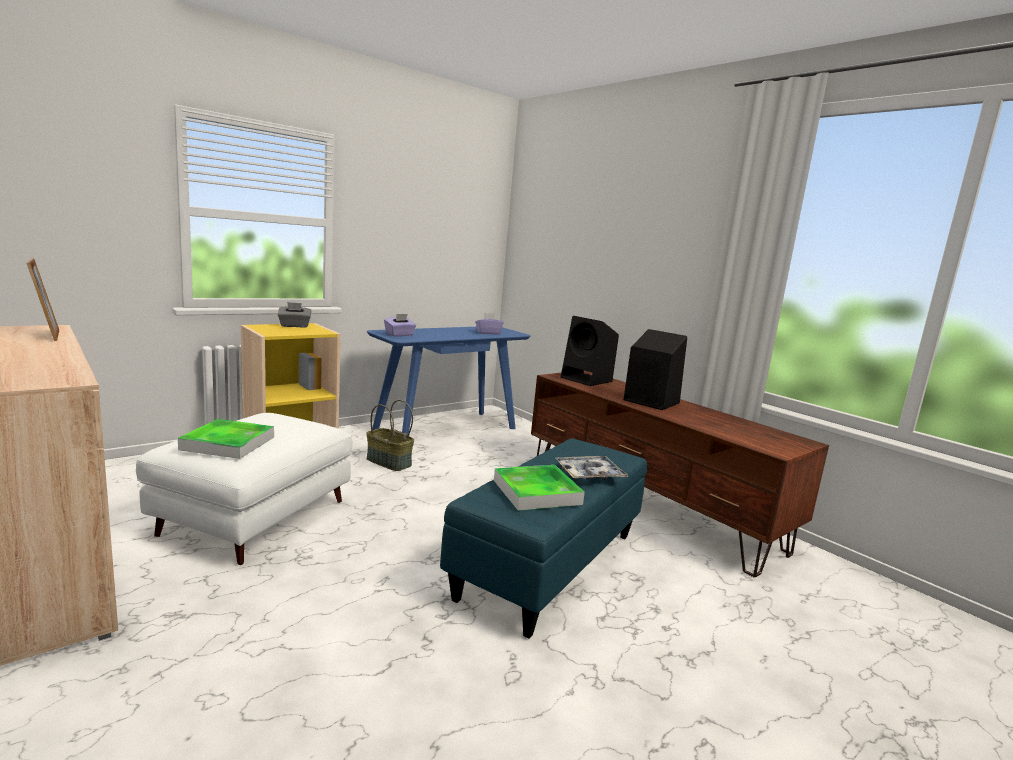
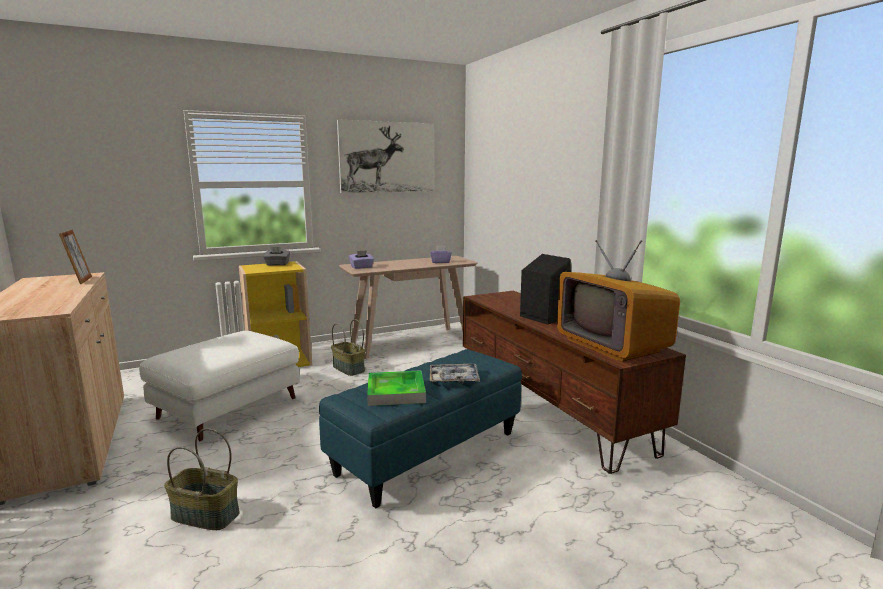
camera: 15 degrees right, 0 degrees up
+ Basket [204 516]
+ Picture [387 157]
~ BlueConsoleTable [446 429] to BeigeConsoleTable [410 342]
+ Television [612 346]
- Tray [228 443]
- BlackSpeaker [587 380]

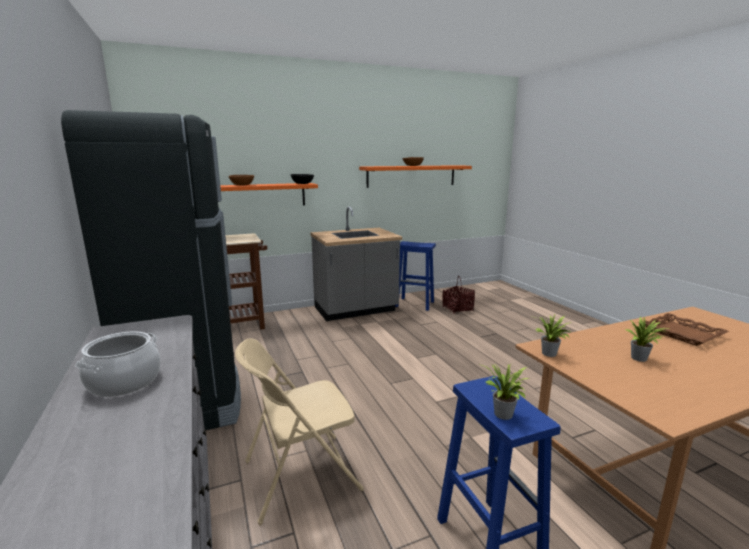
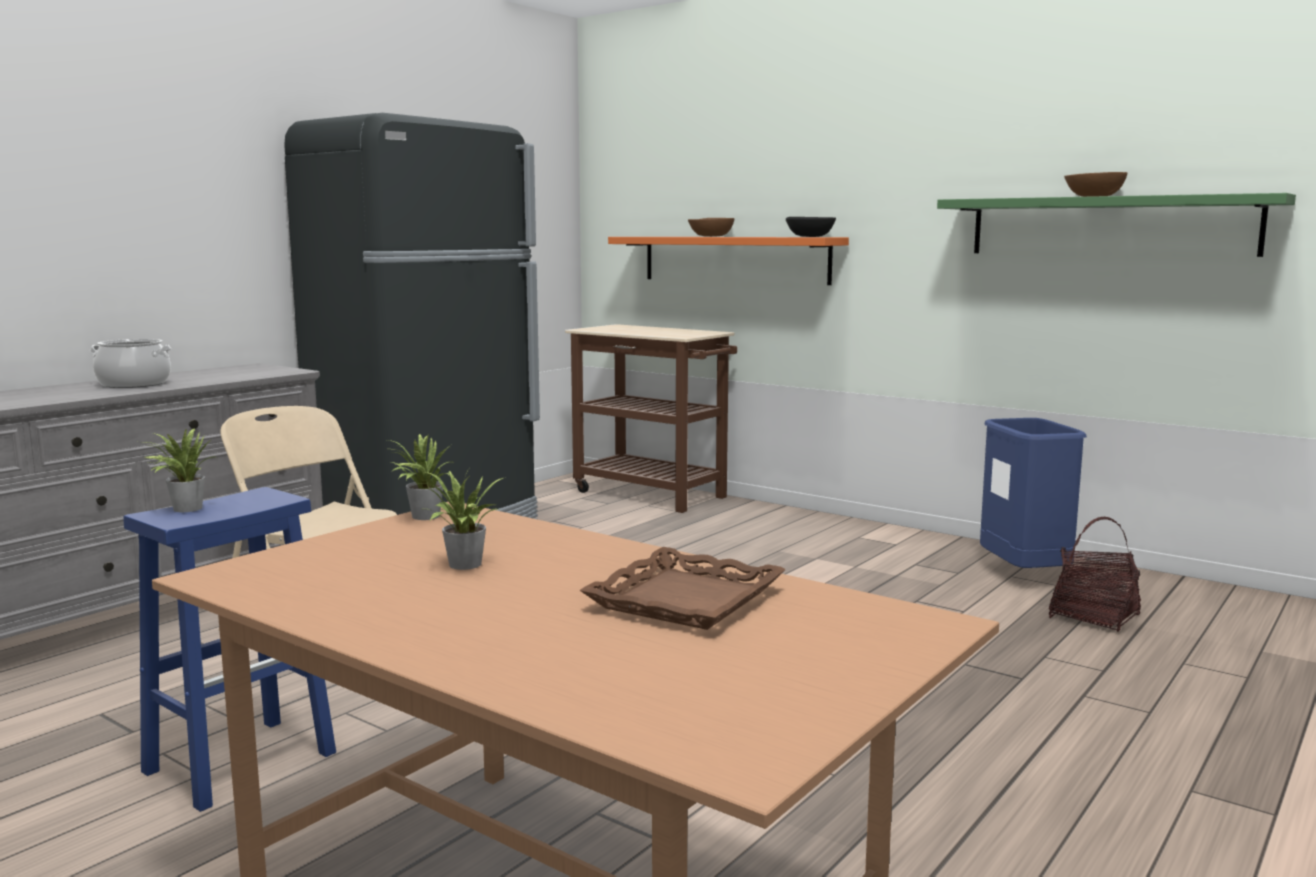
camera: 60 degrees right, 5 degrees down
~ OrangeShelf [411 176] to GreenShelf [1110 226]
~ BlueStool [415 304] to BlueTrashCan [1024 576]
- GreyCounter [356 310]

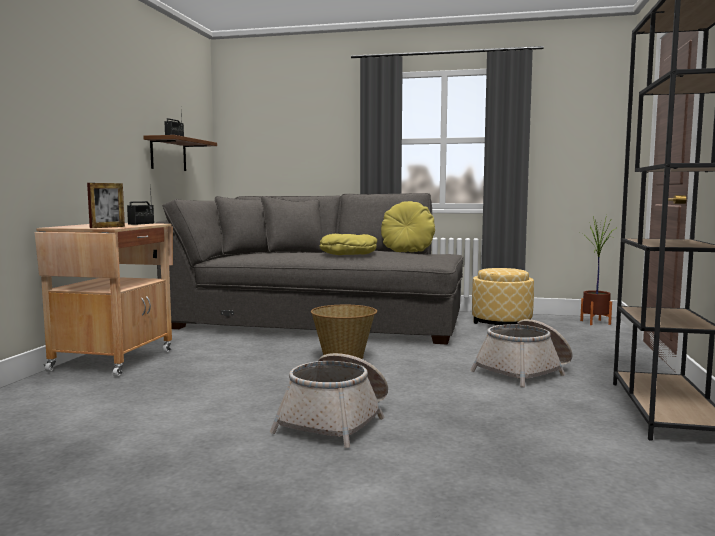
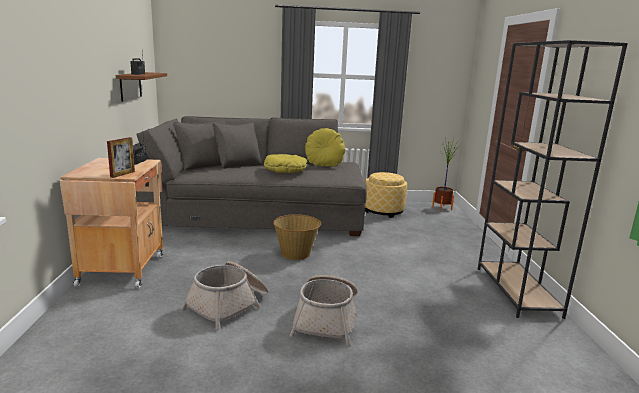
camera: 15 degrees left, 10 degrees up
~ Basket [525 371] to [229 305]

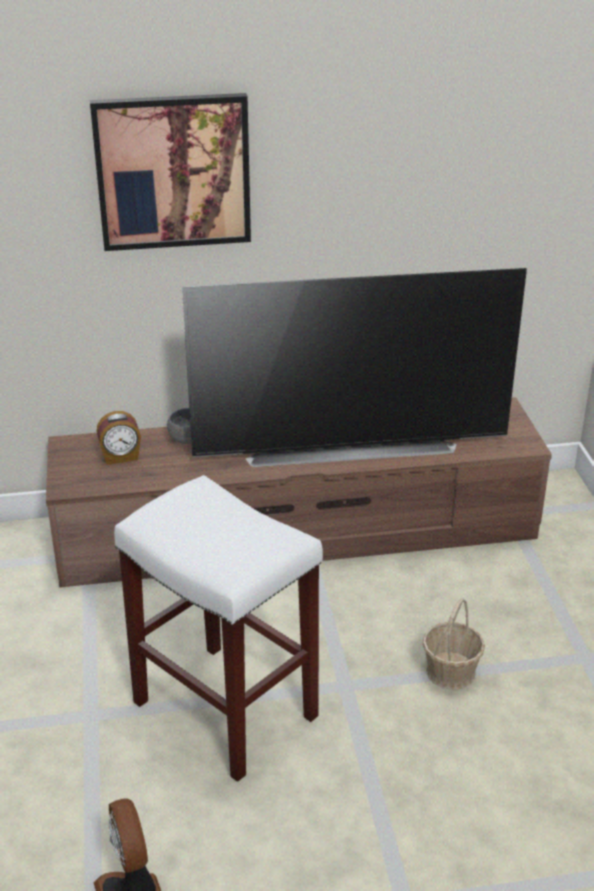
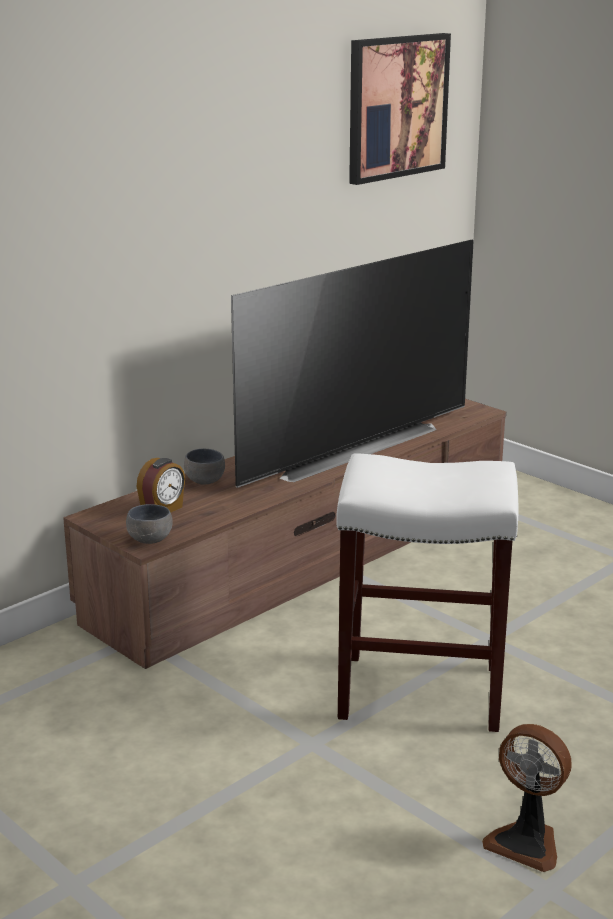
camera: 35 degrees left, 10 degrees down
+ GreyBowl [151 539]
~ Picture [173 172] to [396 107]
- Basket [451 671]

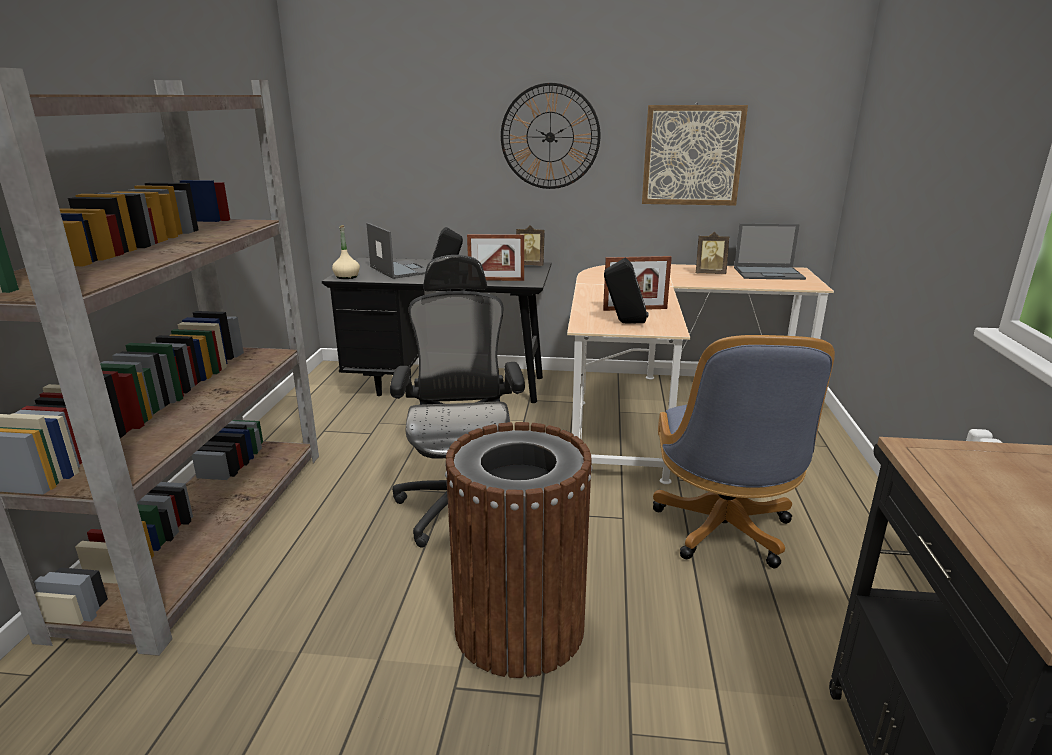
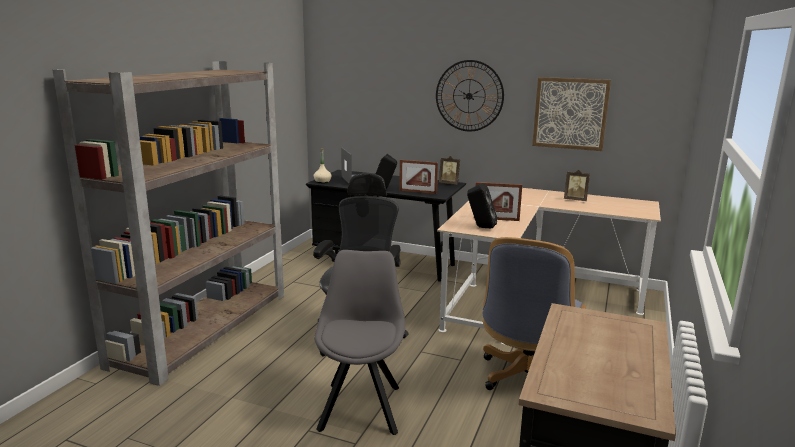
camera: 15 degrees right, 5 degrees down
~ BrownTrashCan [519 626] to GreyChair [361 407]
- Laptop [769 273]

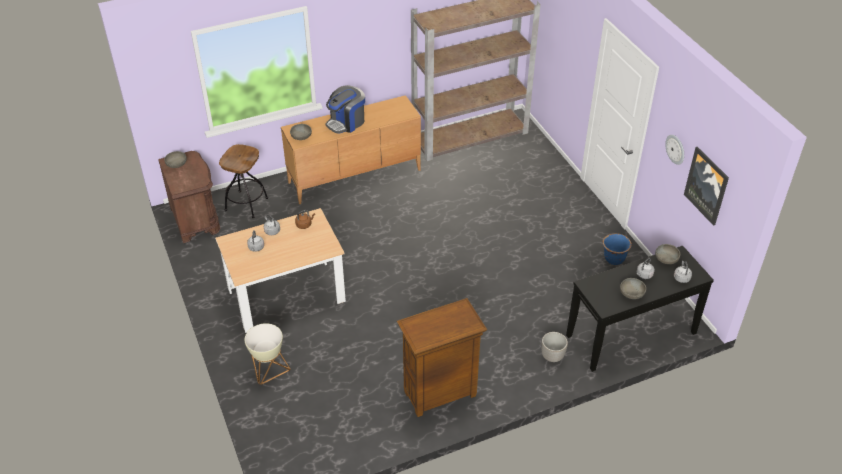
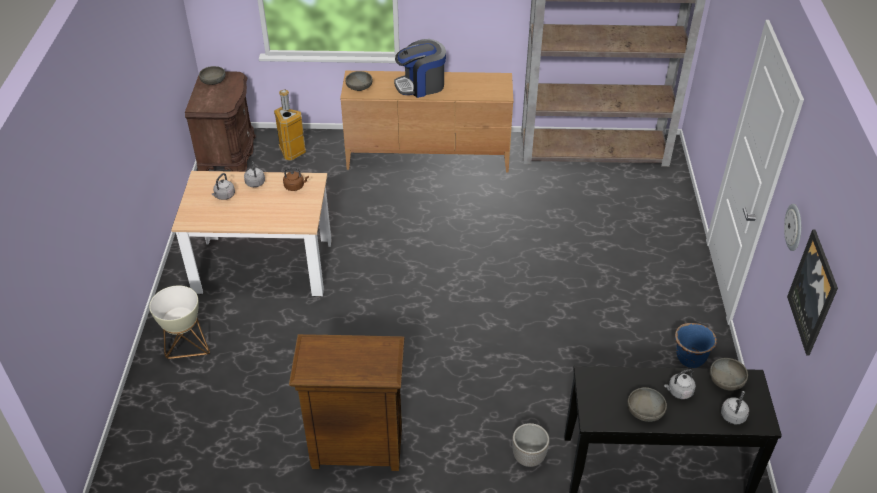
camera: 25 degrees right, 0 degrees up
~ BrownStool [246 204] to TrashCan [291 152]

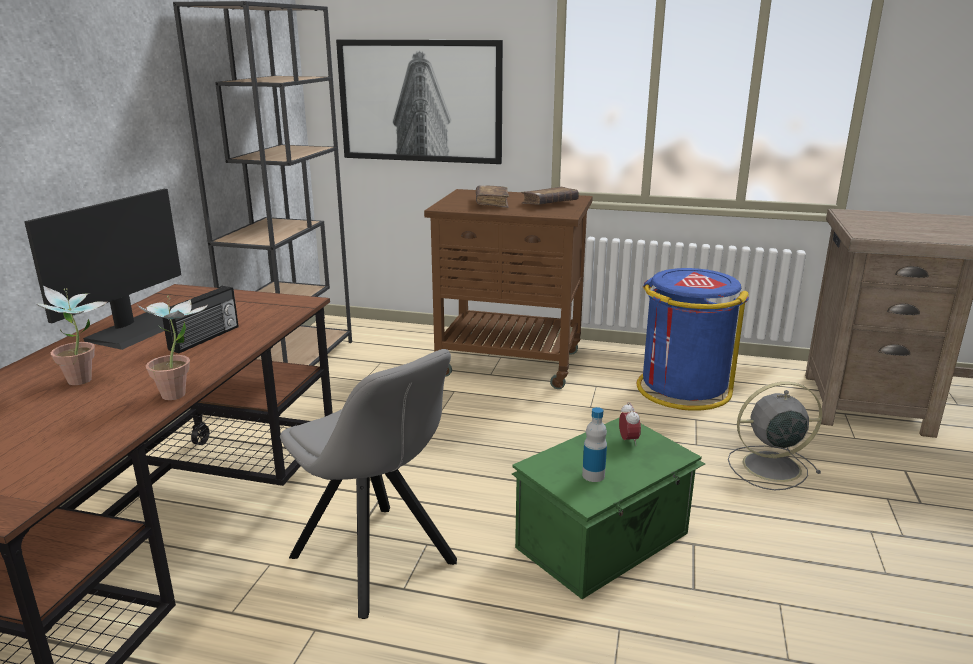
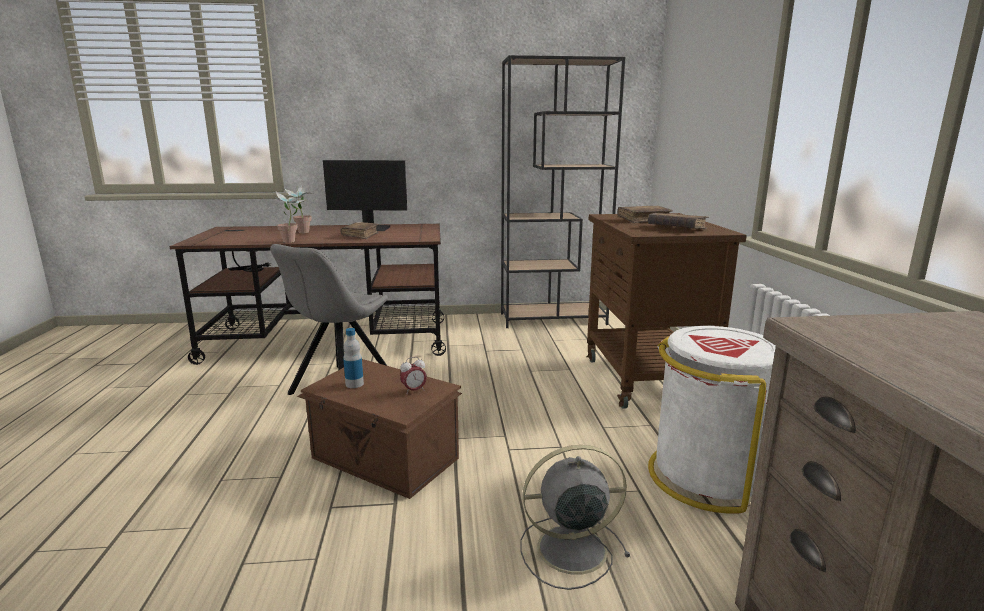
camera: 70 degrees right, 5 degrees down
~ GreenStorageBox [605 541] to BrownStorageBox [384 459]
~ Radio [205 338] to BrownBook [360 236]
~ GreyFan [768 467] = [568 549] 75 degrees counterclockwise
~ BlueTrashCan [682 389] to WhiteTrashCan [706 476]
- Picture [420 101]

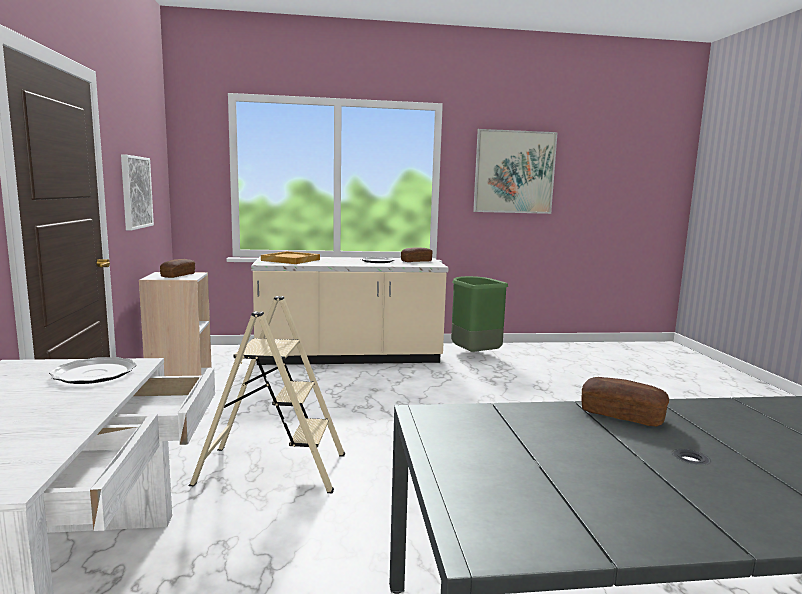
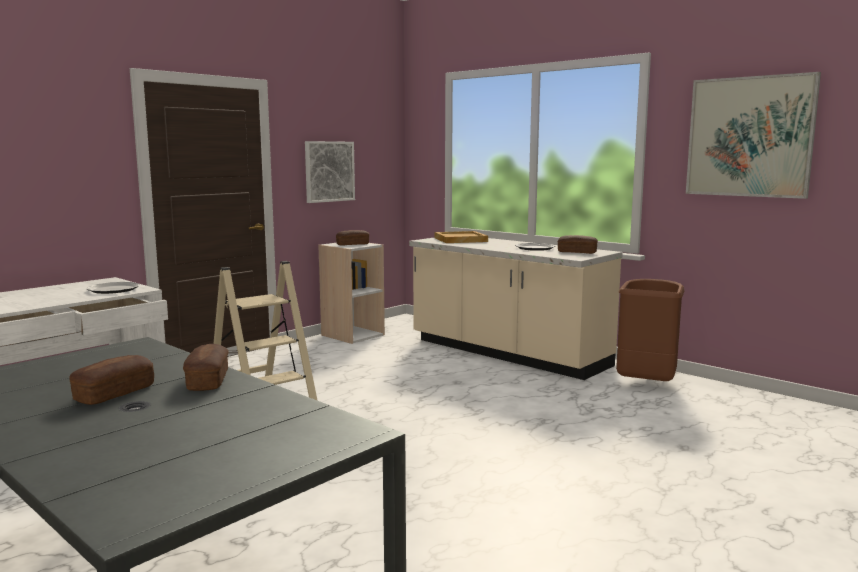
camera: 50 degrees right, 0 degrees up
+ Bread [114 393]
~ GreenTrashCan [473 355] to BrownTrashCan [646 384]

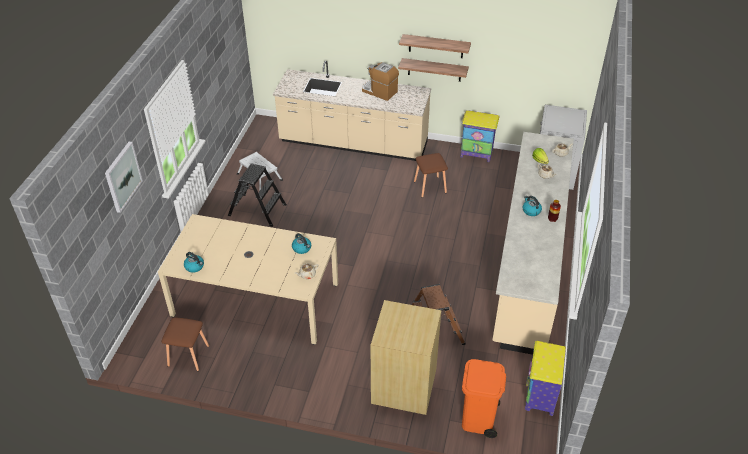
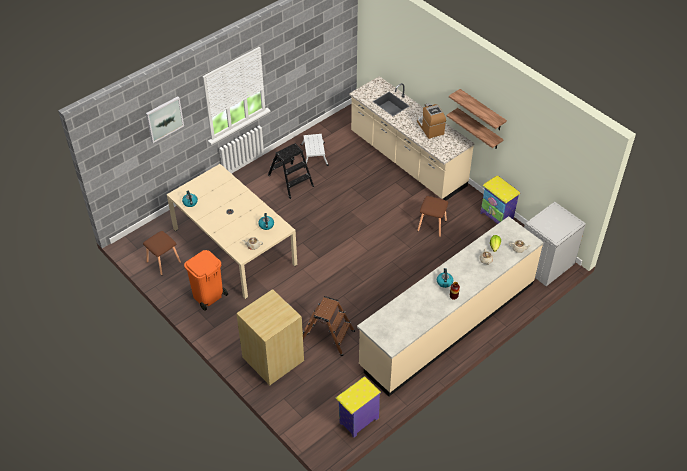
camera: 35 degrees right, 5 degrees up
~ OrangeTrashCan [478 419] to [208 296]

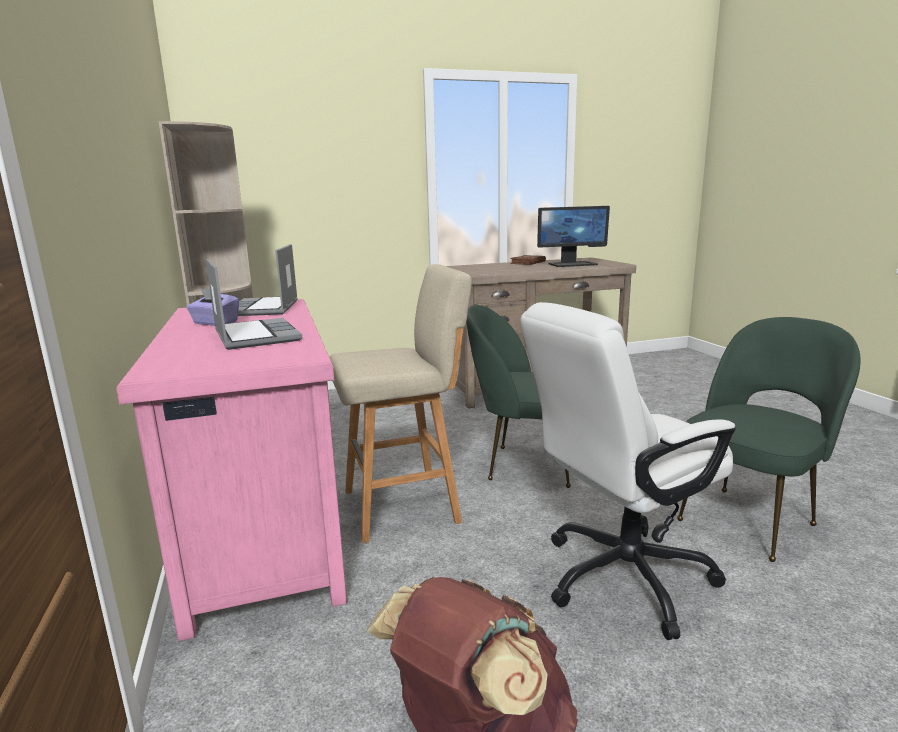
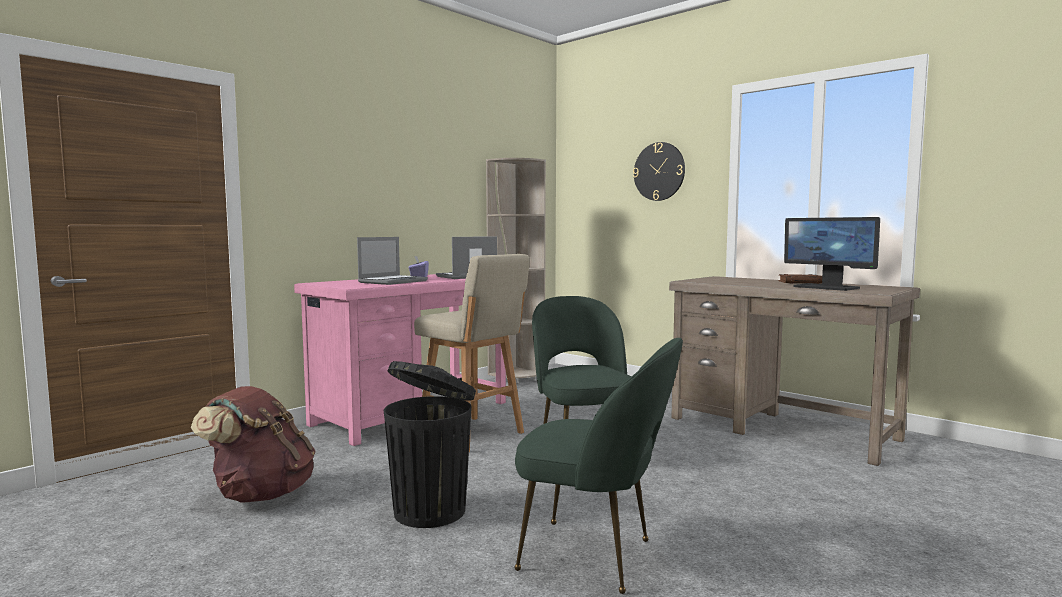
camera: 60 degrees right, 10 degrees down
~ WhiteOfficeChair [619 580] to BlackTrashCan [431 510]
+ WallClock [659 171]

